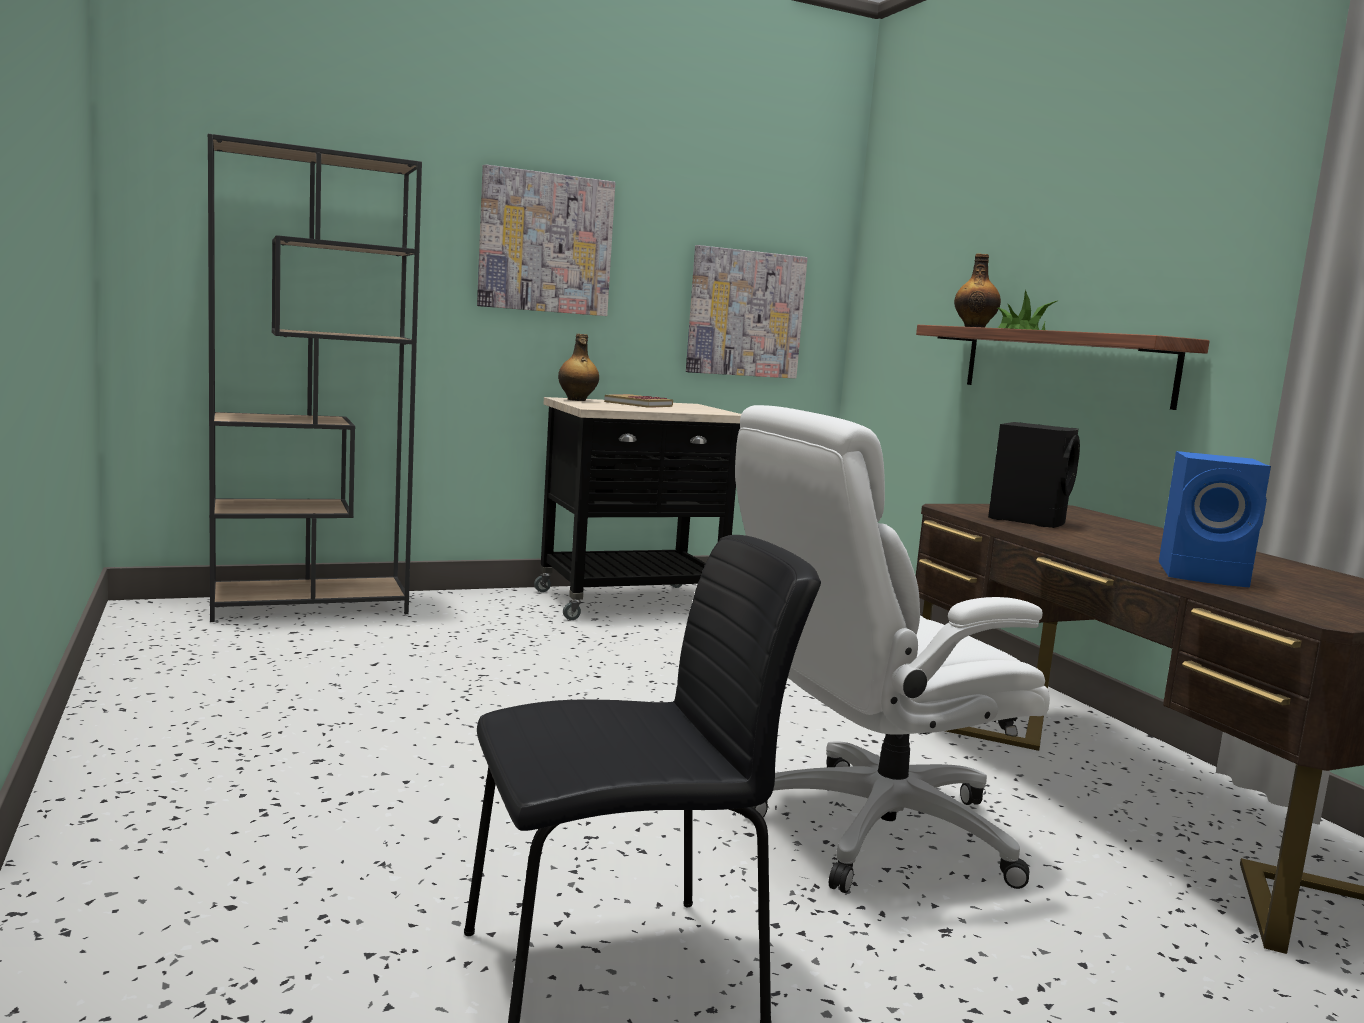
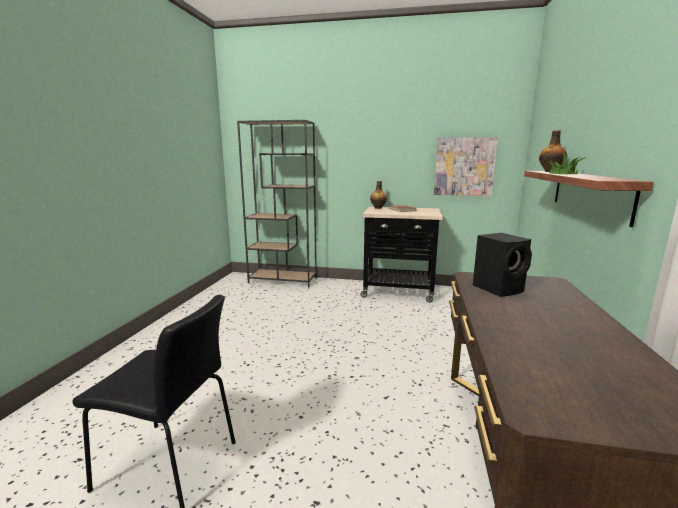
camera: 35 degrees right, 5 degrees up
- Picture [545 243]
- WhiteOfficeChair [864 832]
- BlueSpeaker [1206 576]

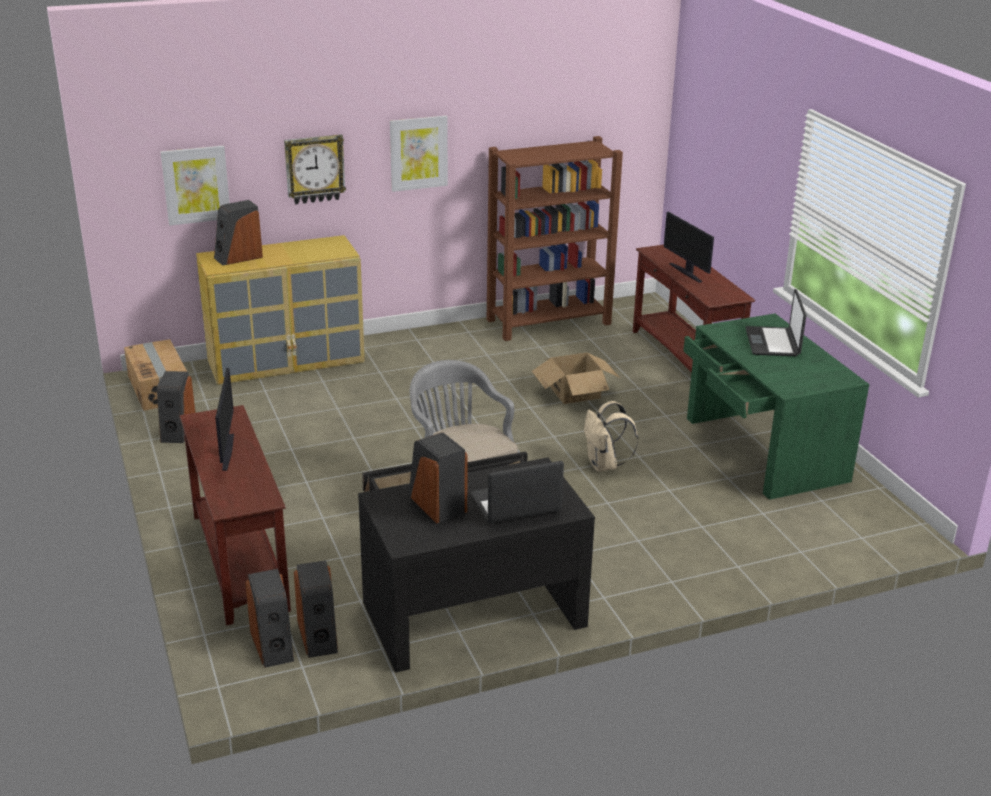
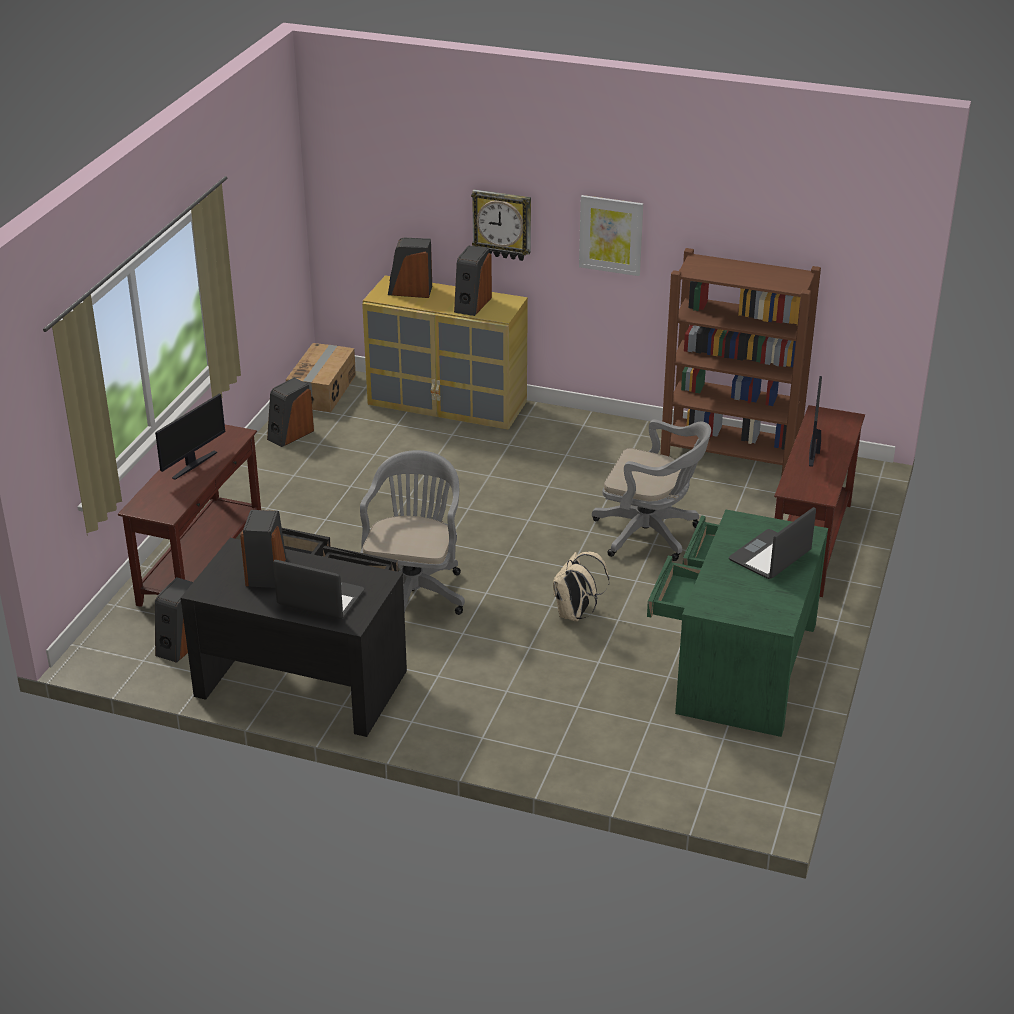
camera: 40 degrees right, 5 degrees up
~ Speaker [273 645] to [472 304]
~ CardboardBox [575 392] to GreyOfficeChair [651 534]
- Picture [196 185]

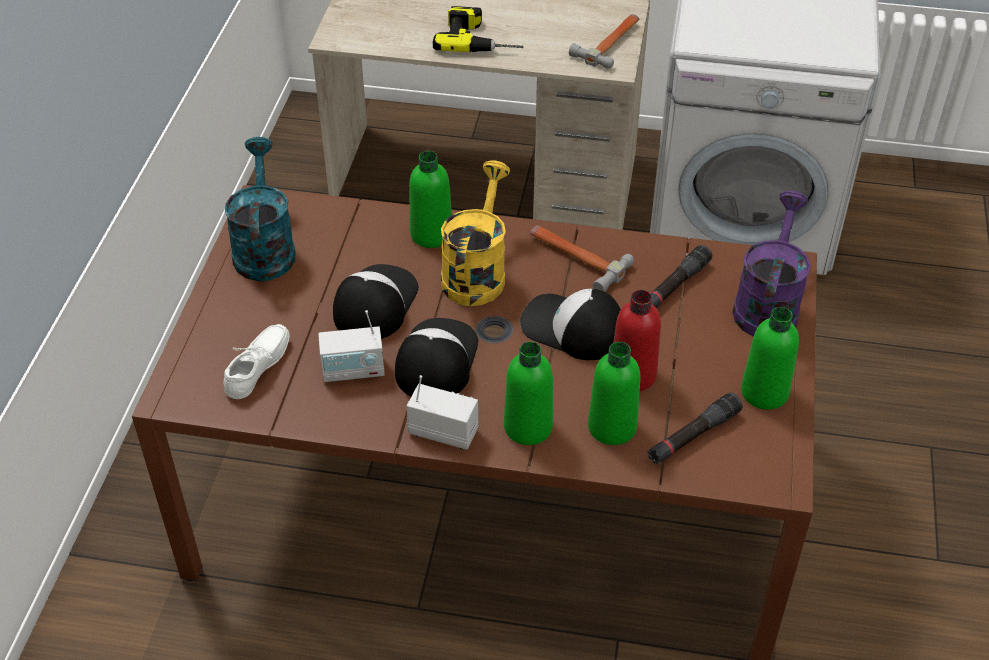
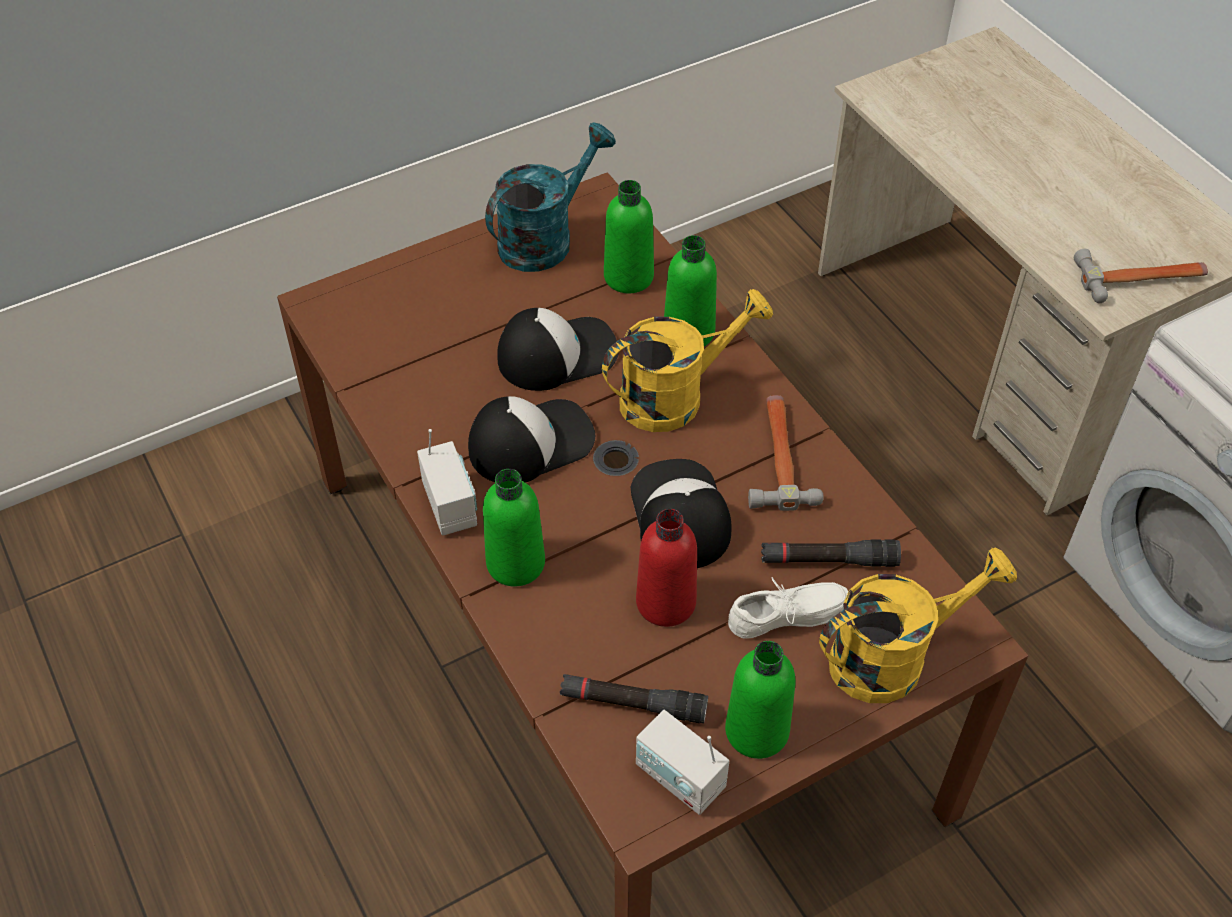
camera: 50 degrees right, 5 degrees up
~ GreenBottle [612 427] to [628 277]
~ Radio [353 371] to [680 778]
~ WhiteShoe [260 368] to [789 619]
~ PurpleWateringCan [767 304] to YellowWateringCan [892 656]
- PowerDrill [481 39]

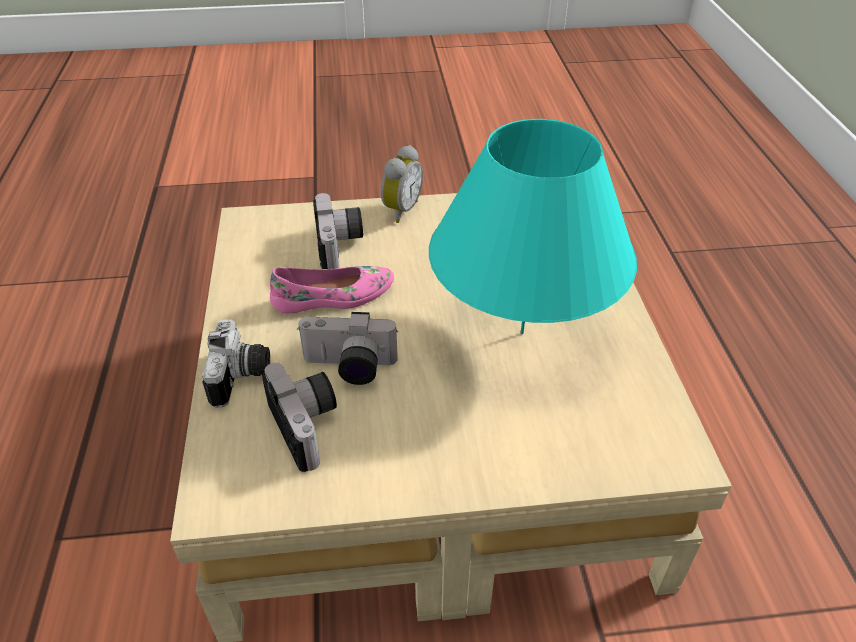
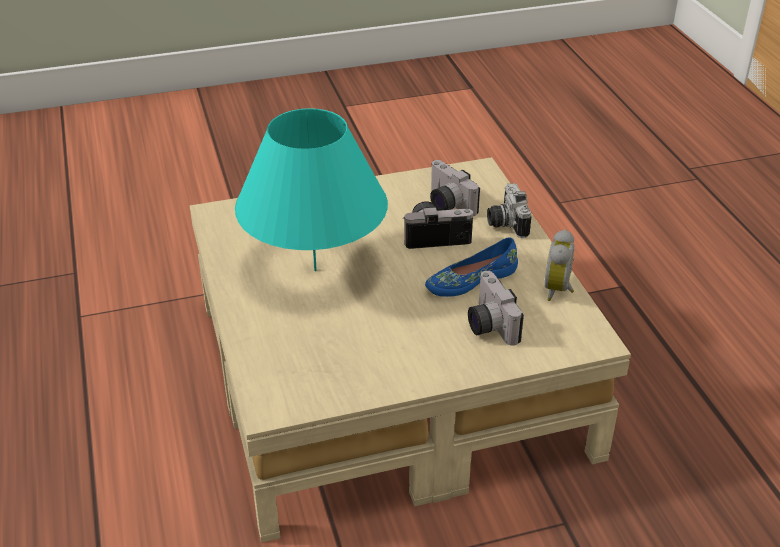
camera: 170 degrees right, 5 degrees down
~ PinkShoe [334 297] to BlueShoe [470 279]
~ AlarmClock [400 210] to [559 290]

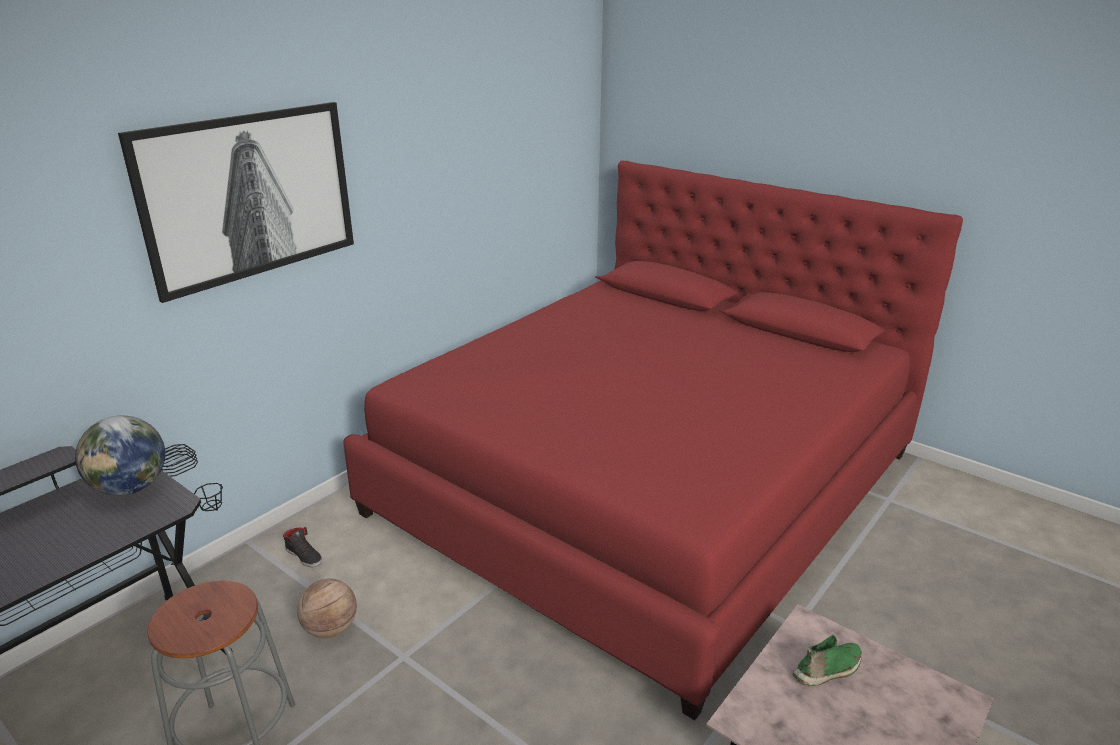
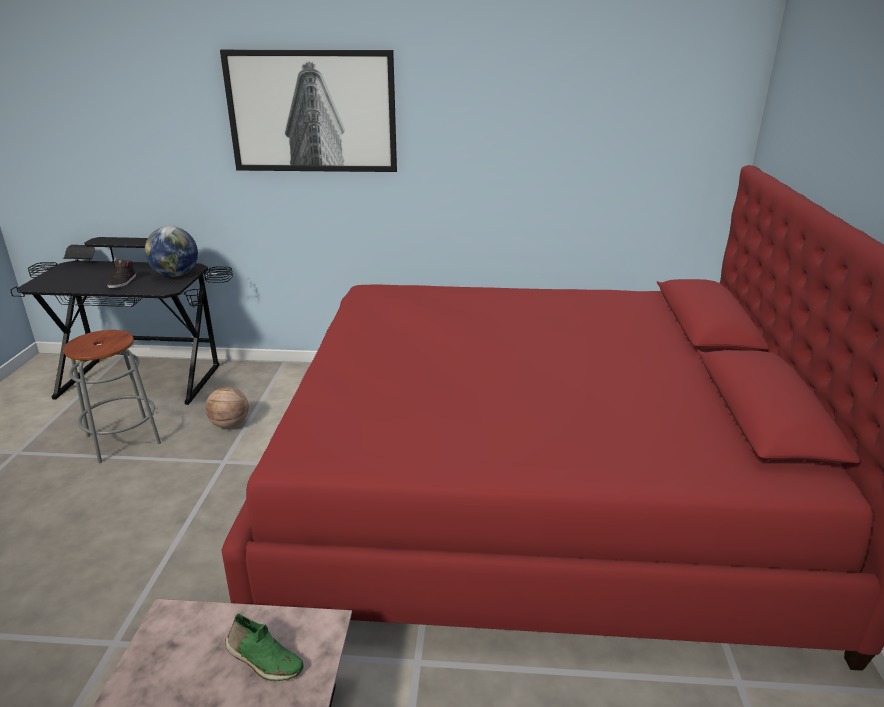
camera: 55 degrees right, 0 degrees up
~ BlackShoe [304 555] to [123 282]

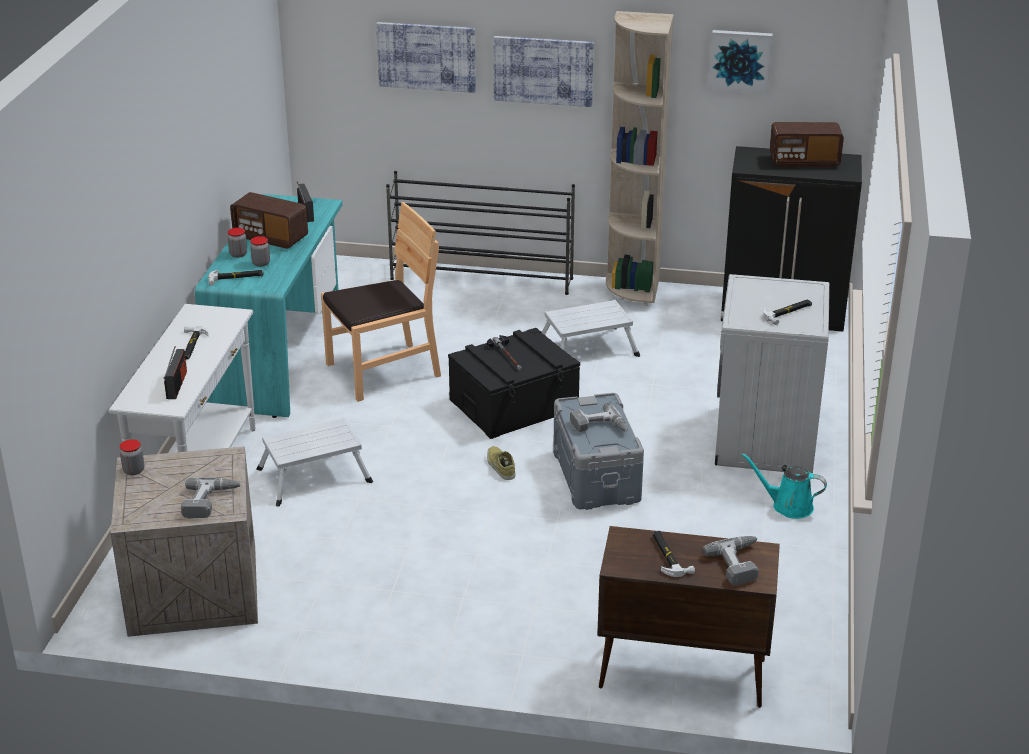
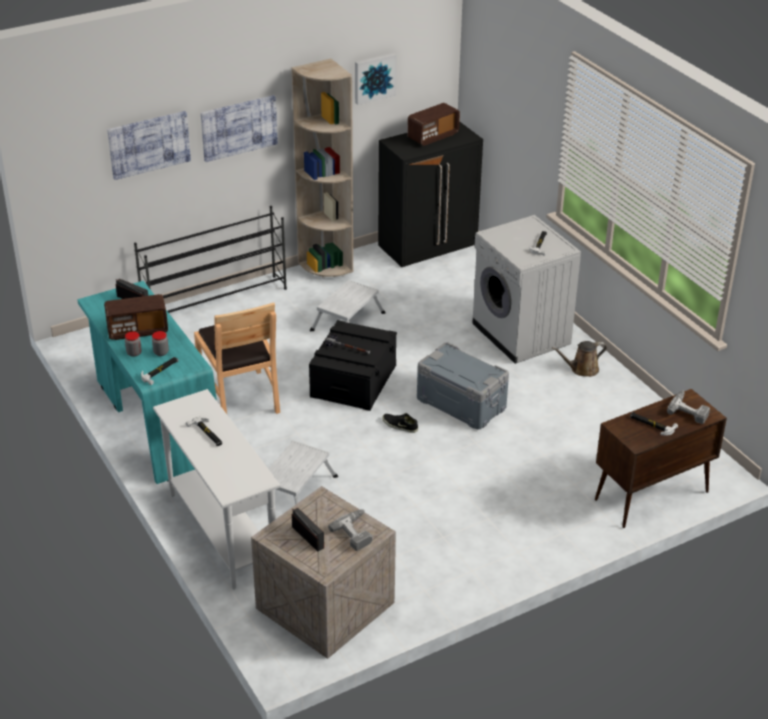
camera: 40 degrees left, 5 degrees up
~ BrownChair [383 371] = [240 397] 135 degrees clockwise
~ Radio [177 384] to [307 537]
~ BeigeShoe [500 466] to BlackShoe [399 426]
~ TurquoiseWateringCan [788 506] to BrownWateringCan [582 369]
- Jar [134 470]
- PowerDrill [599 427]

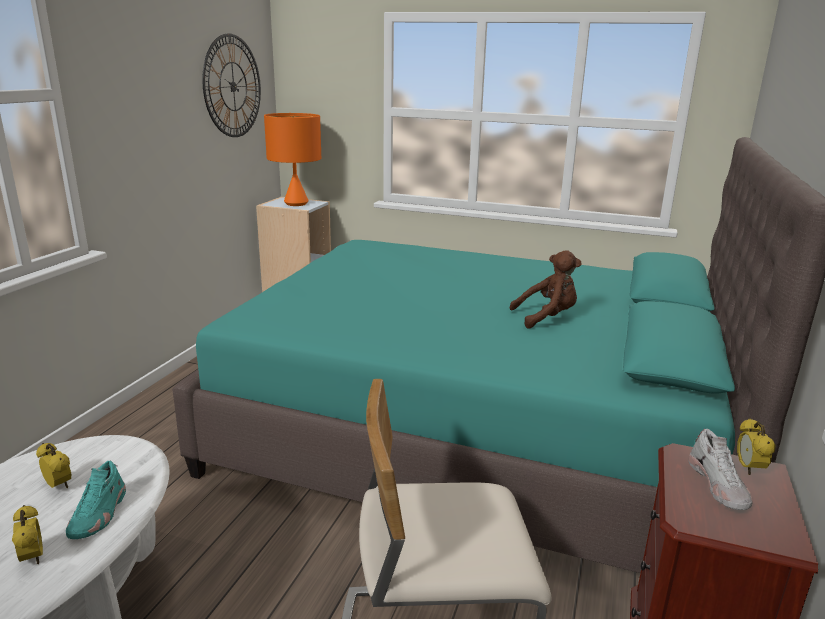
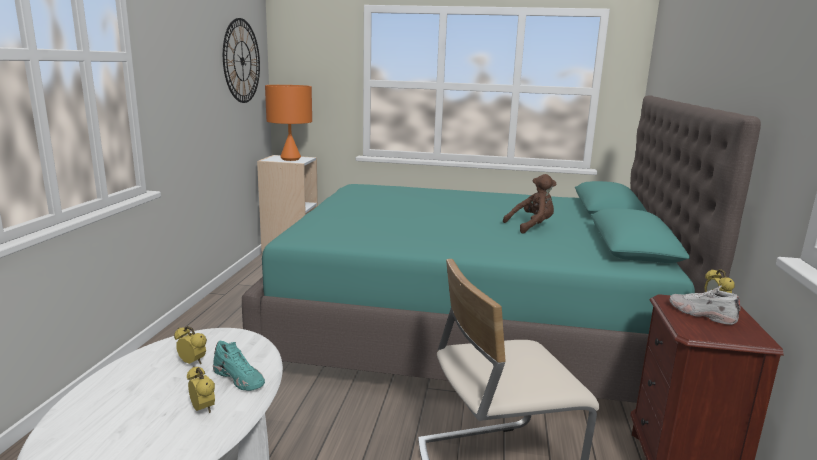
camera: 10 degrees left, 5 degrees down
~ TurquoiseShoe [99 514] = [239 378] 45 degrees counterclockwise
~ WhiteShoe [719 485] = [701 314] 150 degrees clockwise

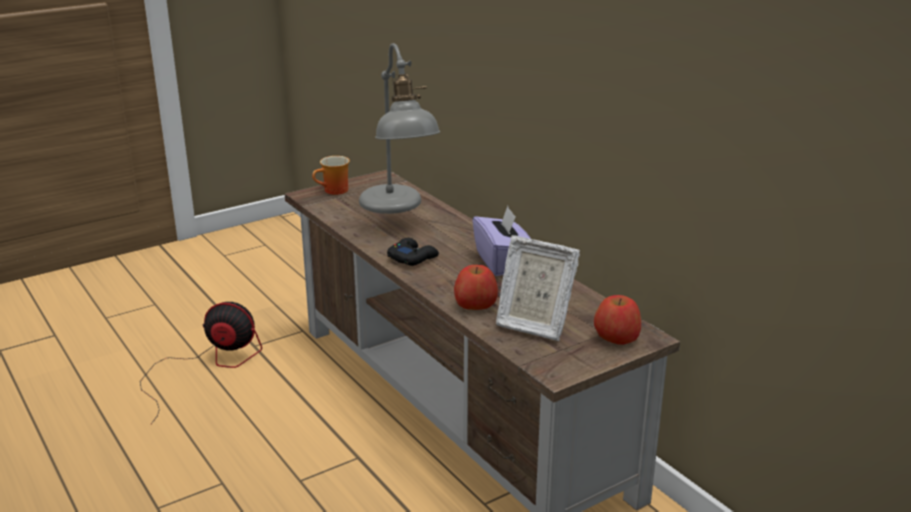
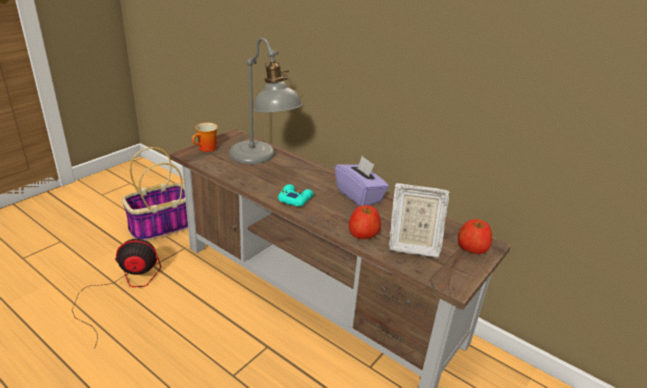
camera: 20 degrees left, 5 degrees up
+ Basket [160 227]
~ BlackGameController [412 257] to TurquoiseGameController [295 199]

